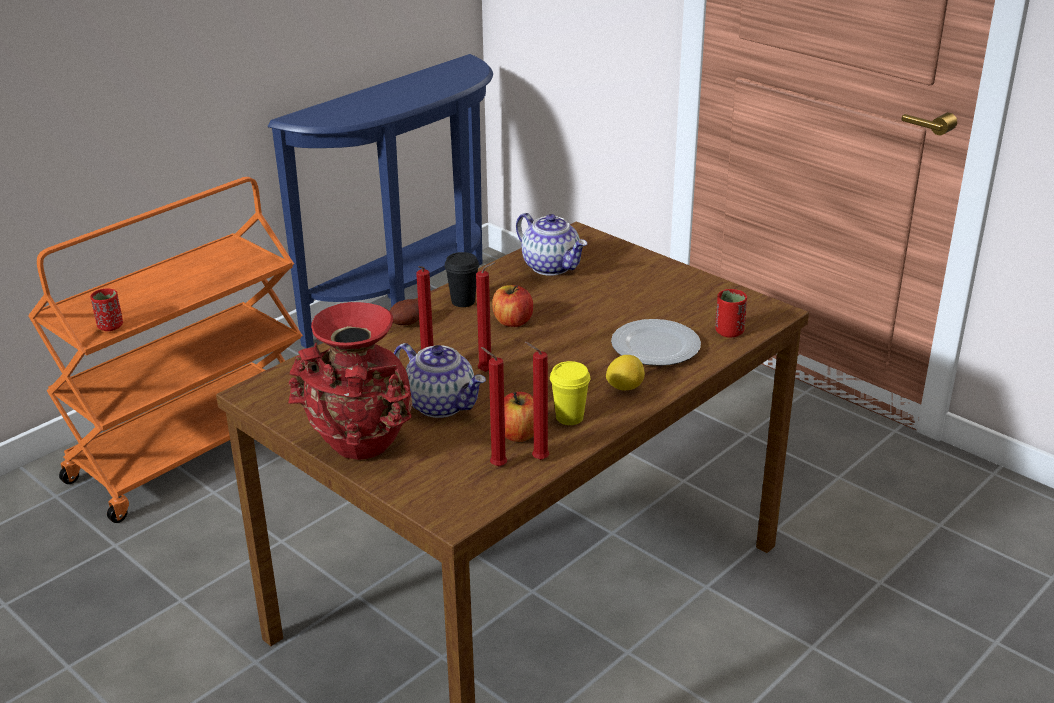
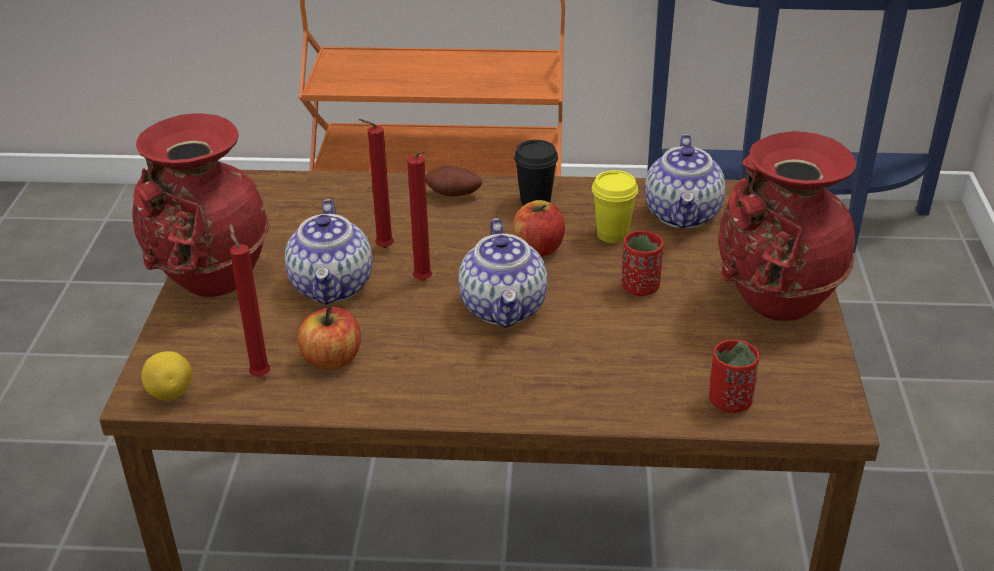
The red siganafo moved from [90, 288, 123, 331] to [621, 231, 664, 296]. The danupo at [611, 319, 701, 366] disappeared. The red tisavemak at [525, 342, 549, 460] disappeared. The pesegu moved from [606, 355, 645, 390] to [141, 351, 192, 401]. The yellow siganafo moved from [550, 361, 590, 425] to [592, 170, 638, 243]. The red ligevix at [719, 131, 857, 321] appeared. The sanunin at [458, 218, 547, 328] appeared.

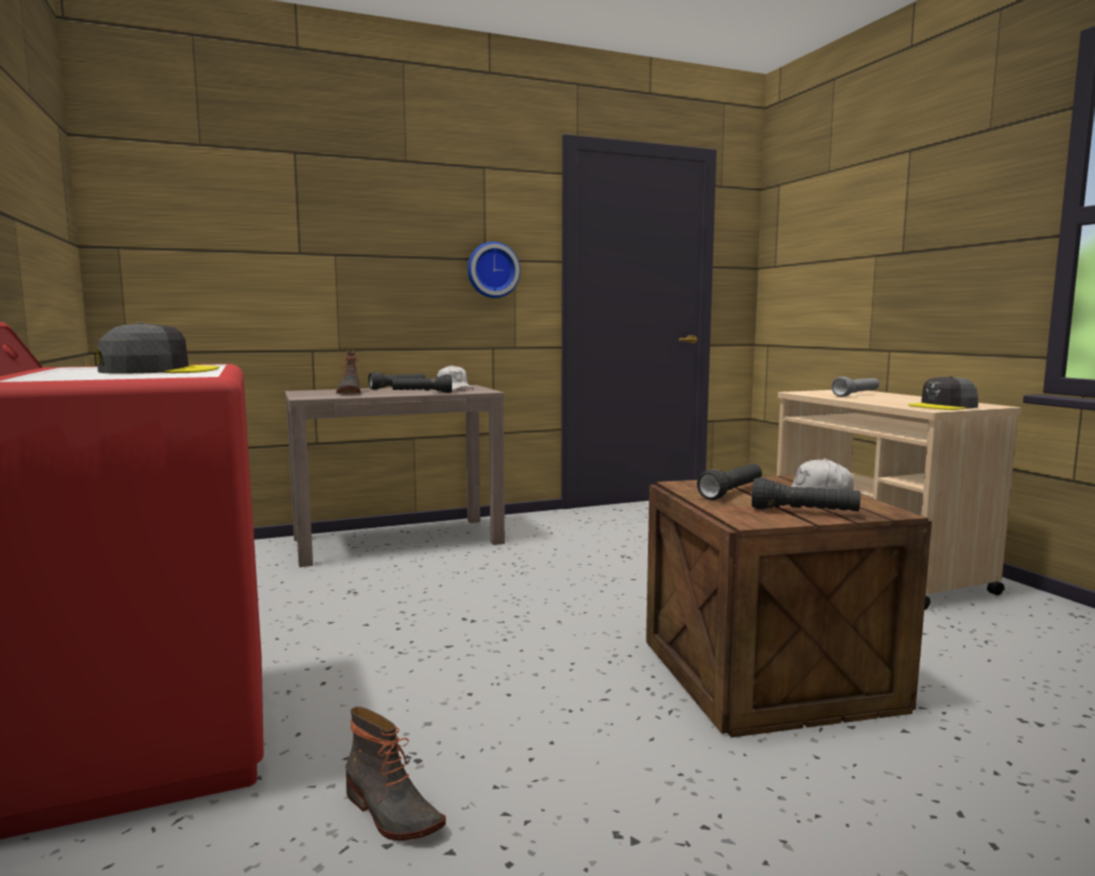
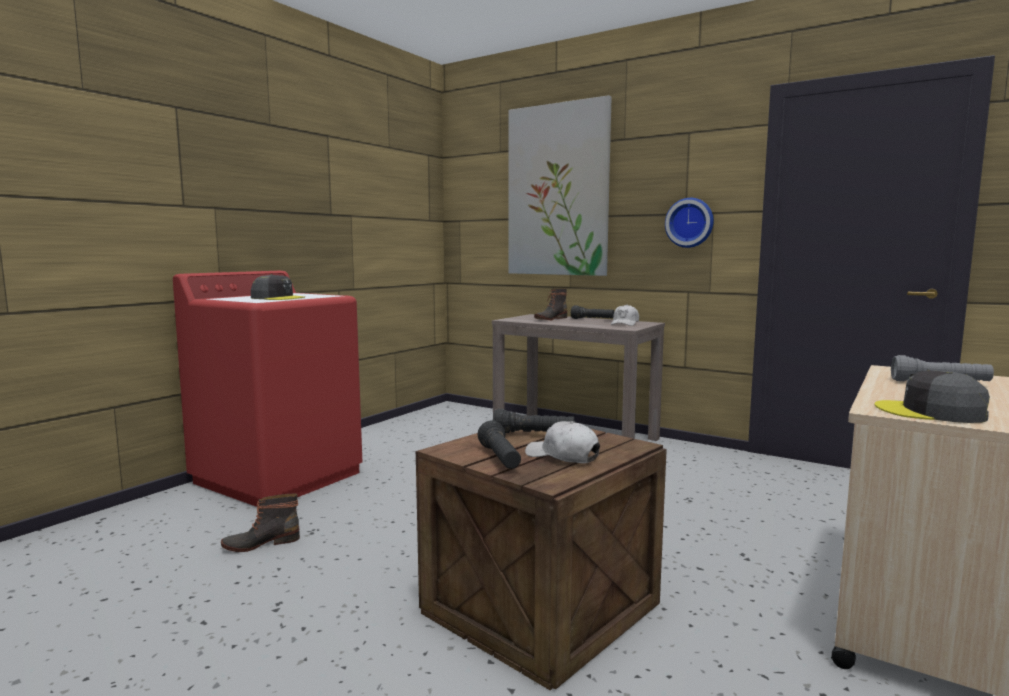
The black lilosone at [392, 374, 452, 393] disappeared. The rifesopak at [345, 706, 446, 841] turned 60 degrees clockwise. The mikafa at [508, 95, 612, 276] appeared.

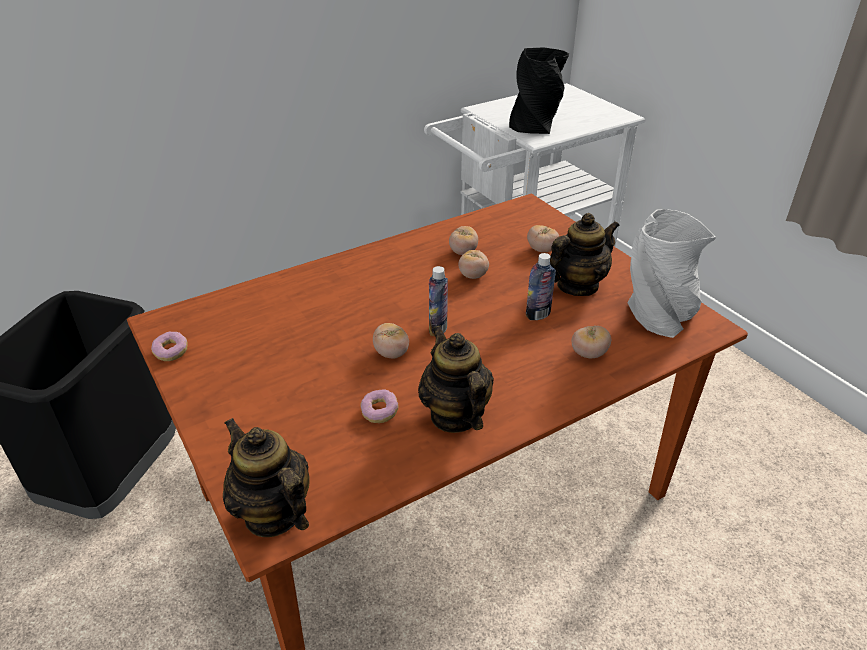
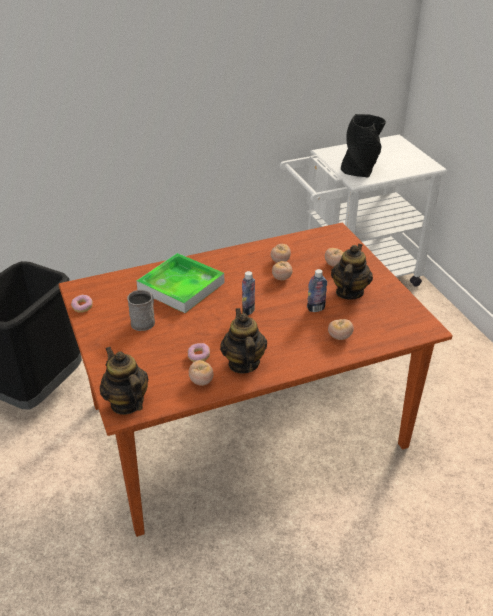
The grey ligevix at [628, 209, 716, 338] disappeared. The sanunin at [550, 213, 620, 296] turned 45 degrees counterclockwise. The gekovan moved from [373, 323, 409, 358] to [189, 360, 213, 386]. The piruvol at [136, 253, 224, 313] appeared. The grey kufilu at [127, 290, 155, 331] appeared.

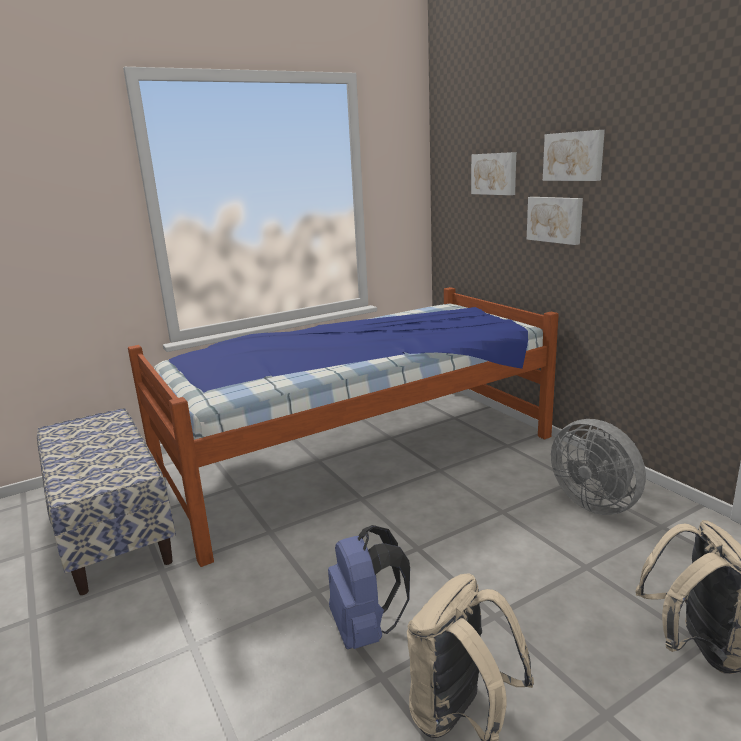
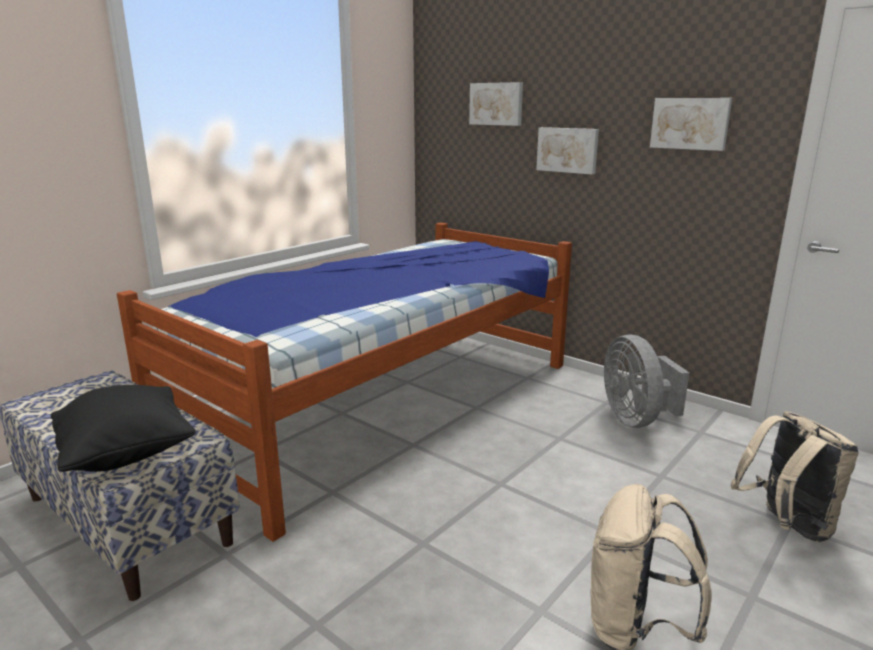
The mikafa moved from [543, 130, 605, 181] to [650, 98, 732, 151]. The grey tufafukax at [551, 419, 646, 515] turned 45 degrees clockwise. The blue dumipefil at [328, 525, 410, 649] disappeared. The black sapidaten at [51, 385, 196, 472] appeared.

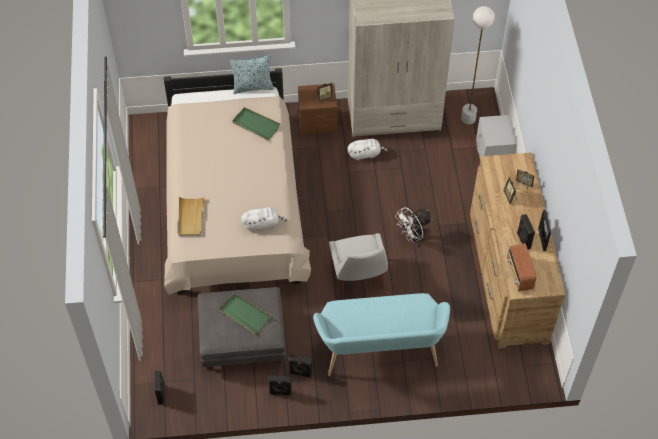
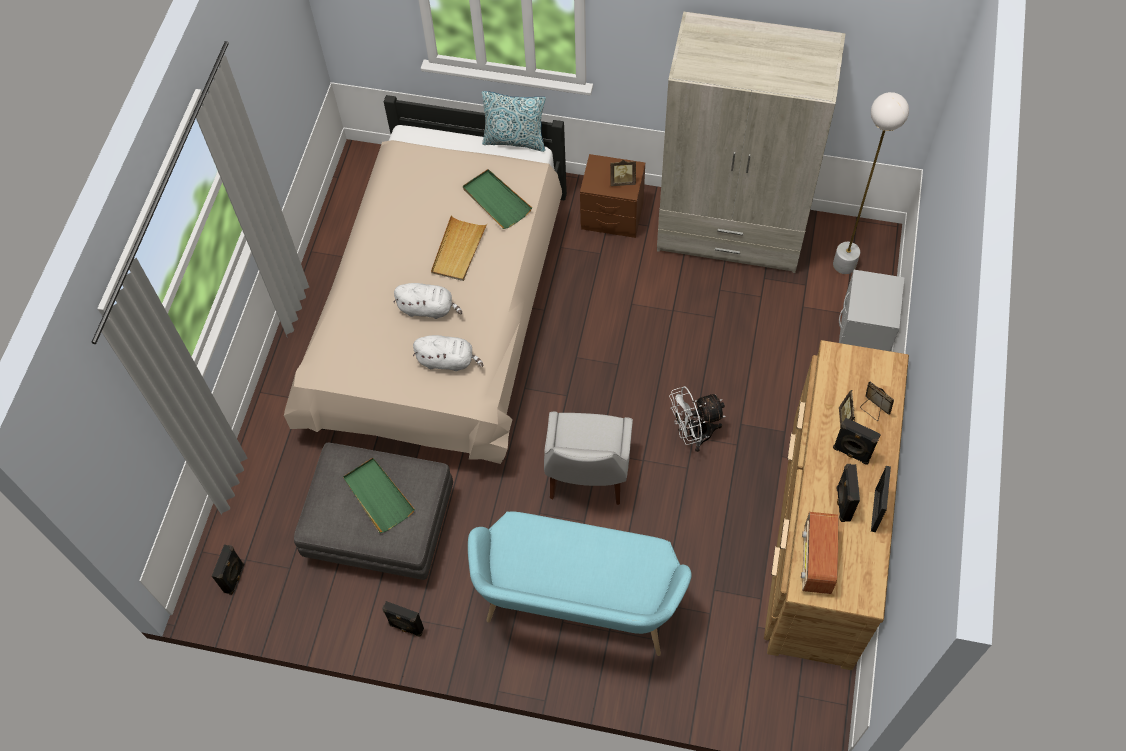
The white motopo moved from [347, 139, 388, 161] to [393, 283, 462, 319]. The beige piruvol moved from [178, 197, 204, 236] to [431, 215, 487, 281]. The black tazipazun moved from [289, 355, 312, 378] to [833, 417, 881, 465].

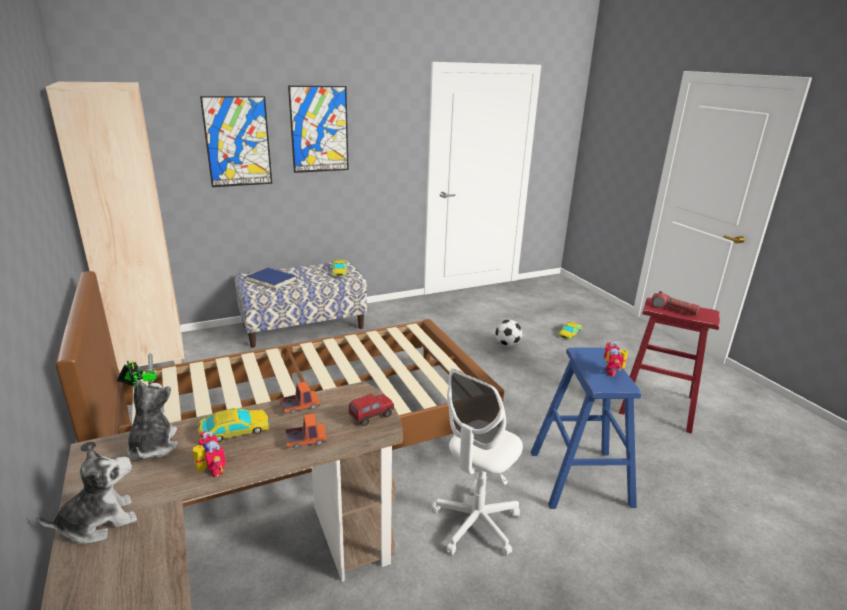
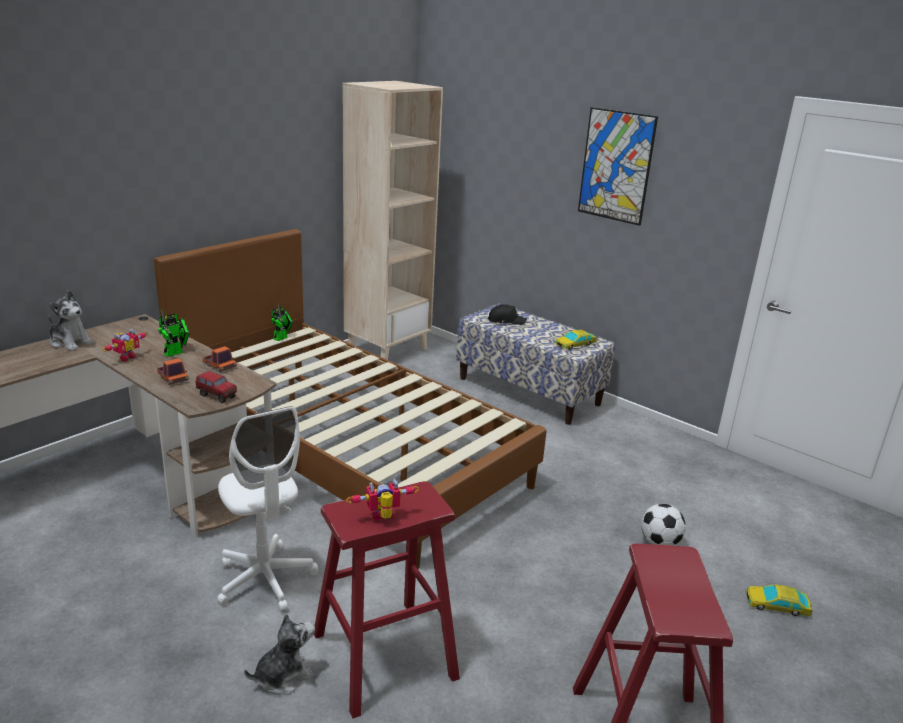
The mikafa at [200, 96, 272, 187] disappeared. The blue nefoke at [246, 268, 297, 290] was replaced by the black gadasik at [488, 304, 527, 325]. The lilosone at [651, 291, 700, 315] disappeared. The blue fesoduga at [531, 348, 641, 509] became the red fesoduga at [314, 481, 460, 718]. The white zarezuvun at [431, 369, 523, 556] turned 135 degrees counterclockwise. The motopo moved from [127, 380, 178, 459] to [244, 613, 315, 695]. The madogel at [198, 408, 269, 442] was replaced by the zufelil at [158, 310, 190, 357].

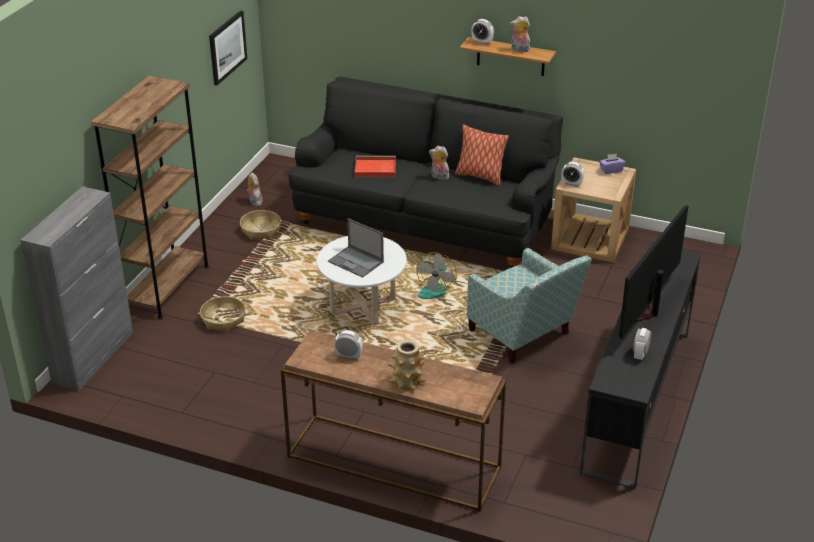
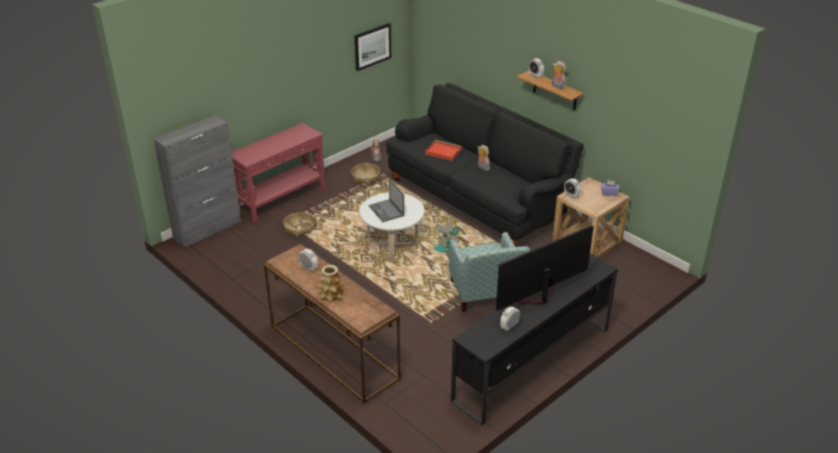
The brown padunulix at [91, 75, 209, 319] was replaced by the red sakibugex at [232, 123, 326, 222]. The sapidaten at [455, 125, 509, 186] disappeared.

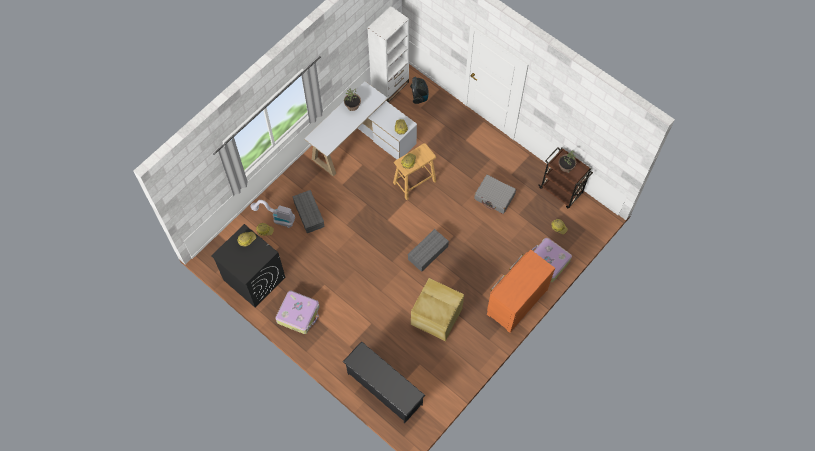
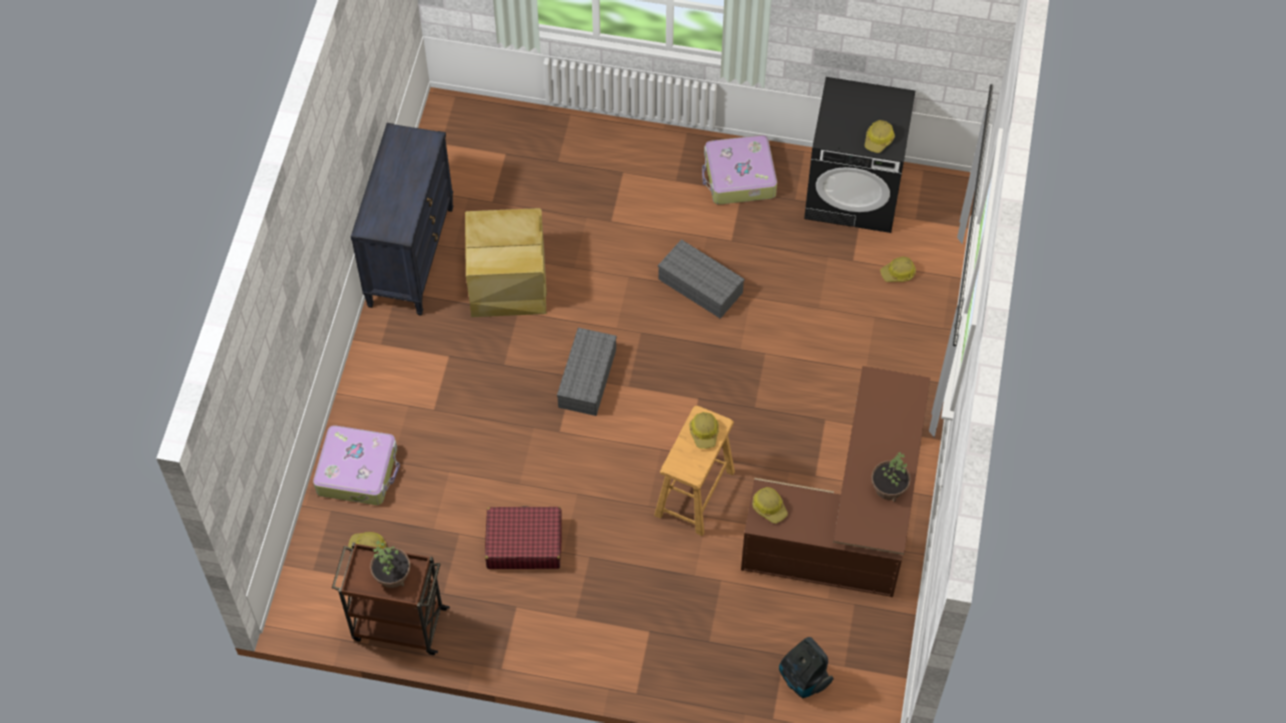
The white padunulix at [367, 6, 409, 102] disappeared. The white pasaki at [304, 81, 417, 177] became the brown pasaki at [741, 366, 930, 597]. The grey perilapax at [474, 175, 516, 214] became the red perilapax at [485, 506, 562, 569]. The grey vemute moved from [292, 190, 325, 233] to [658, 239, 745, 319]. The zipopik at [251, 200, 295, 228] disappeared. The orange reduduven at [487, 249, 555, 333] disappeared. The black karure at [343, 341, 425, 423] disappeared. The black reduduven at [351, 123, 454, 316] appeared.

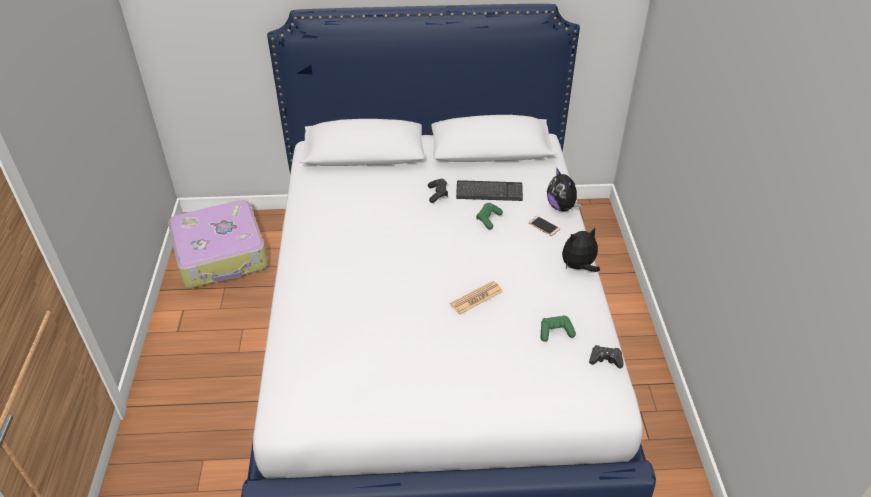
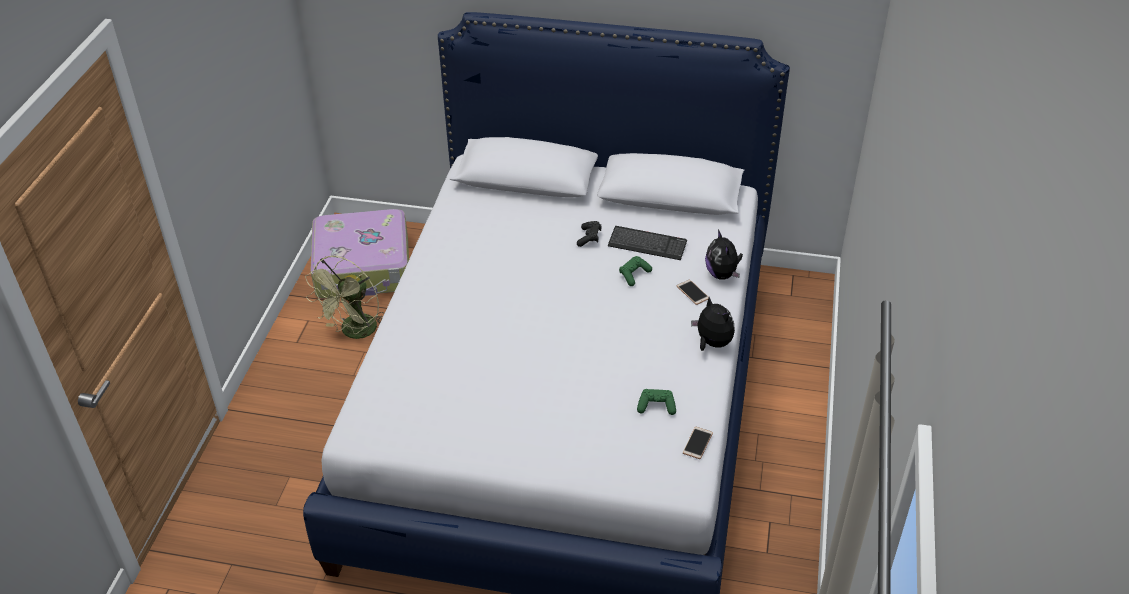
The motopo at [562, 228, 600, 272] turned 60 degrees clockwise. The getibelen at [450, 281, 503, 315] disappeared. The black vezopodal at [589, 345, 624, 368] was replaced by the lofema at [683, 427, 713, 459]. The green tufafukax at [305, 256, 385, 339] appeared.

